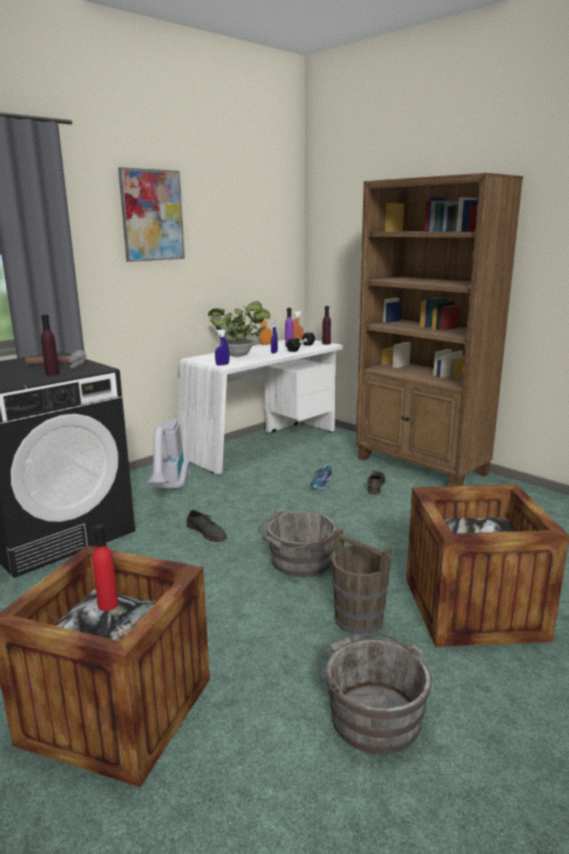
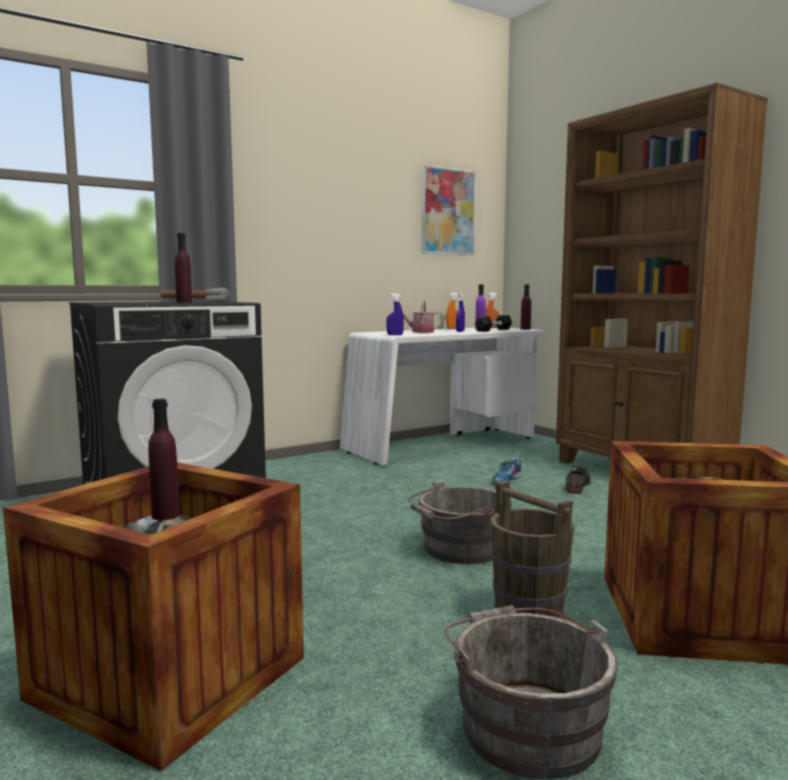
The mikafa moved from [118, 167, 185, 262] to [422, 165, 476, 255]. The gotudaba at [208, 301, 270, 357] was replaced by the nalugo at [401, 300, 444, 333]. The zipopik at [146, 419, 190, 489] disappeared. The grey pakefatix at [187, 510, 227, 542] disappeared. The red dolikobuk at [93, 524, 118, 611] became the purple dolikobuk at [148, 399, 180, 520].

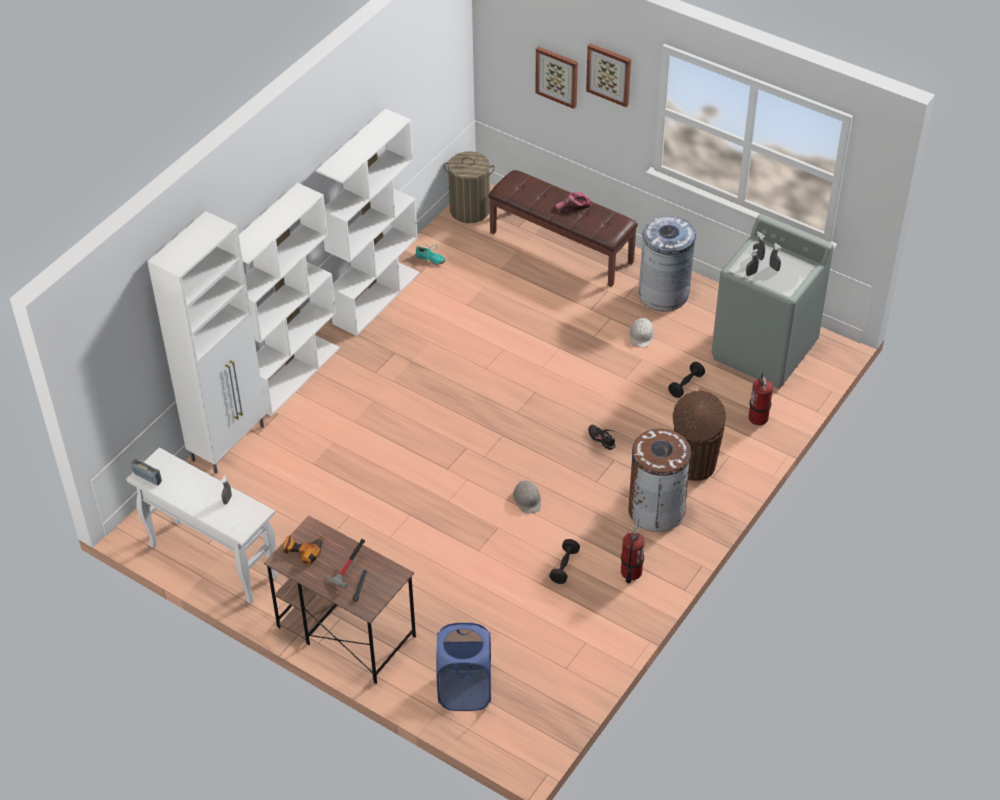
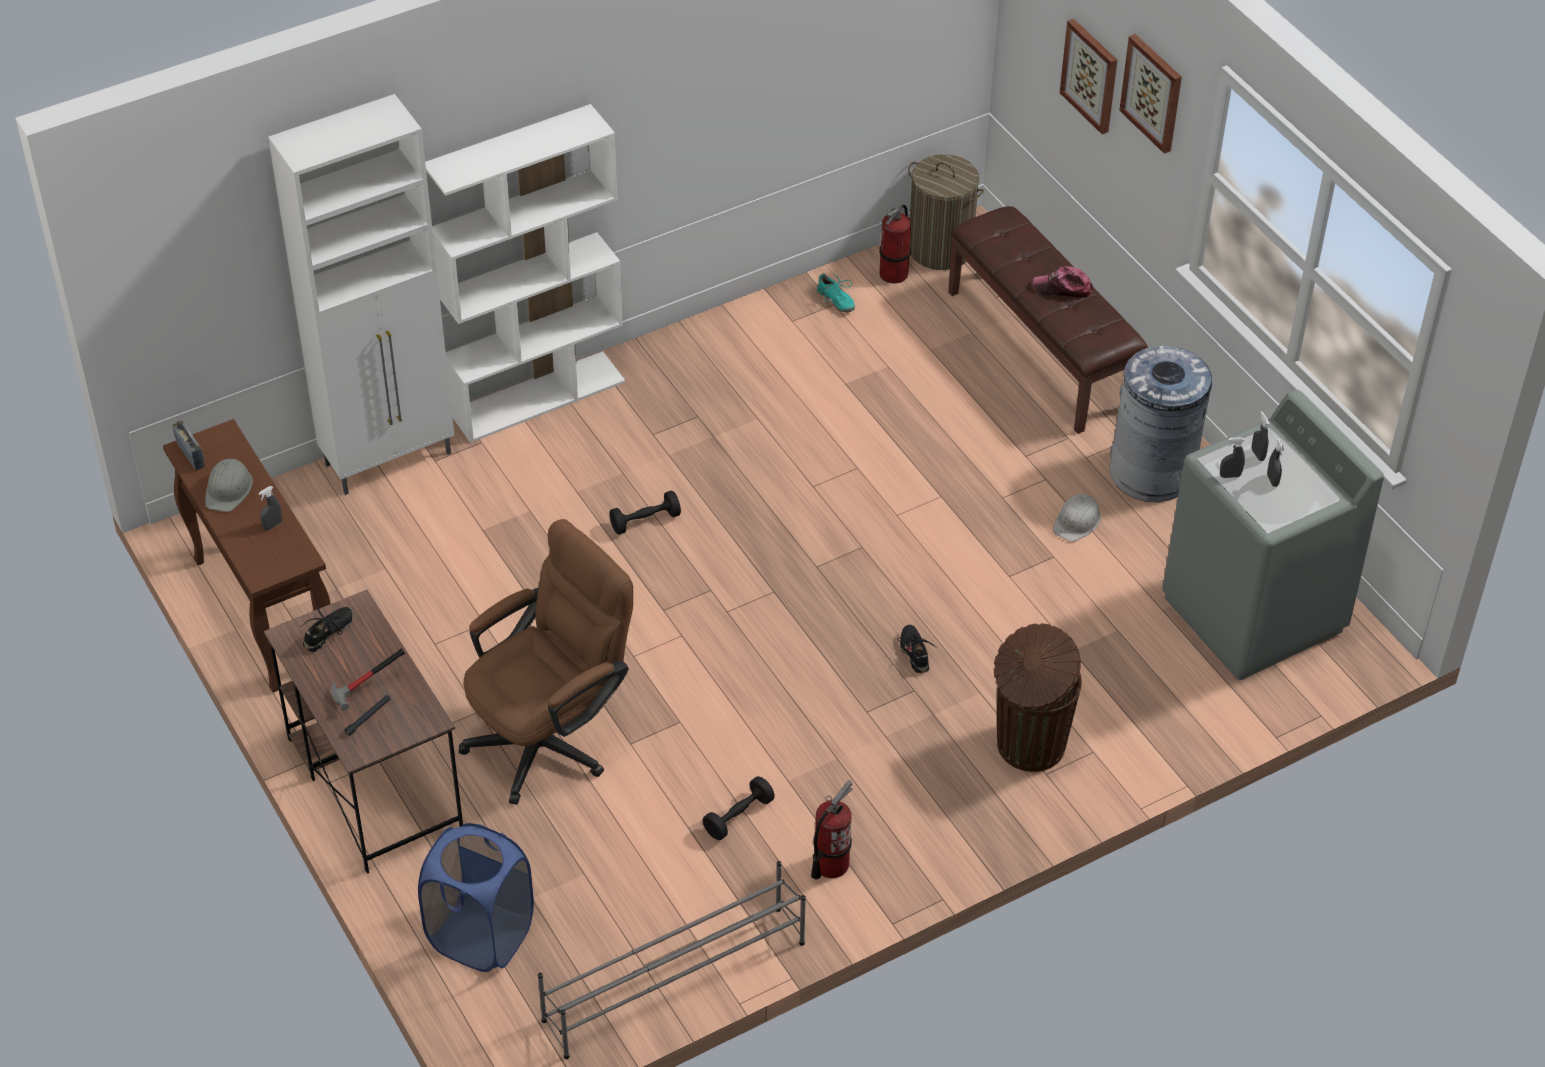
The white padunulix at [316, 108, 420, 336] disappeared. The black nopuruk moved from [668, 362, 705, 398] to [609, 490, 681, 535]. The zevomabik moved from [749, 373, 773, 425] to [879, 205, 911, 284]. The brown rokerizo at [628, 429, 694, 532] disappeared. The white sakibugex at [126, 447, 278, 604] became the brown sakibugex at [163, 419, 331, 692]. The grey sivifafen moved from [513, 480, 541, 514] to [205, 459, 253, 512]. The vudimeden at [283, 532, 327, 565] was replaced by the black pakefatix at [300, 605, 354, 652]. The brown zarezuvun at [459, 519, 633, 805] appeared. The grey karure at [538, 861, 806, 1059] appeared.

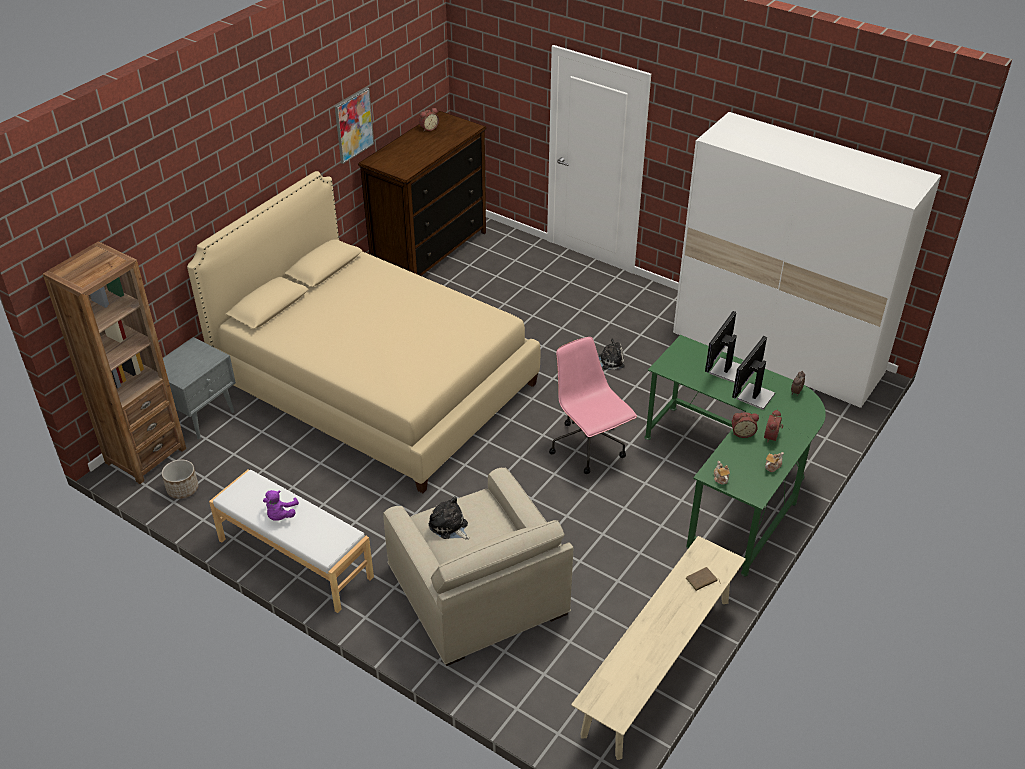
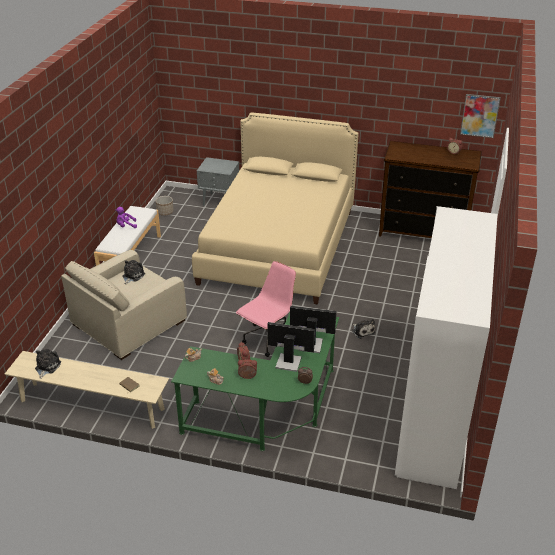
The mikafa moved from [335, 87, 374, 164] to [460, 94, 501, 138]. The brown padunulix at [43, 241, 186, 484] disappeared. The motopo at [35, 349, 61, 379] appeared.

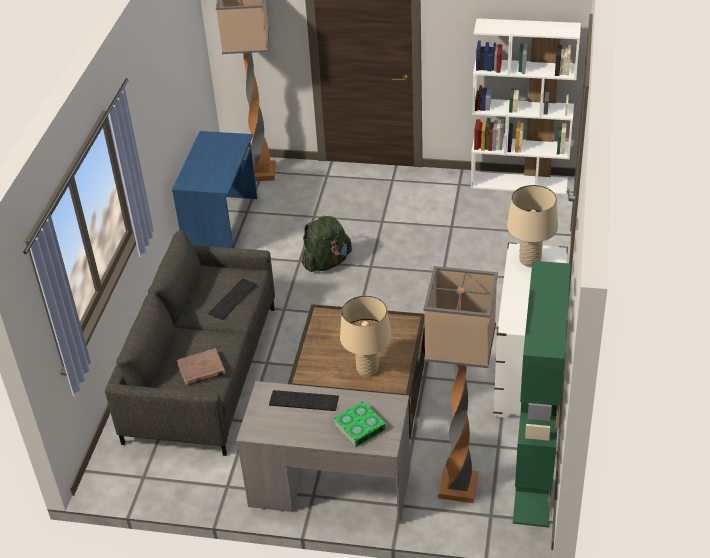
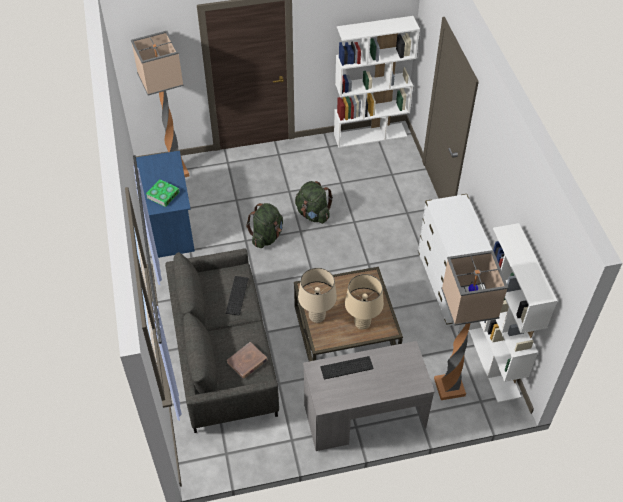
The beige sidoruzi moved from [507, 185, 558, 267] to [298, 268, 337, 323]. The green padunulix at [513, 261, 570, 528] became the white padunulix at [469, 223, 557, 403]. The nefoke moved from [333, 401, 386, 447] to [146, 179, 180, 207]. The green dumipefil at [295, 181, 333, 224] appeared.

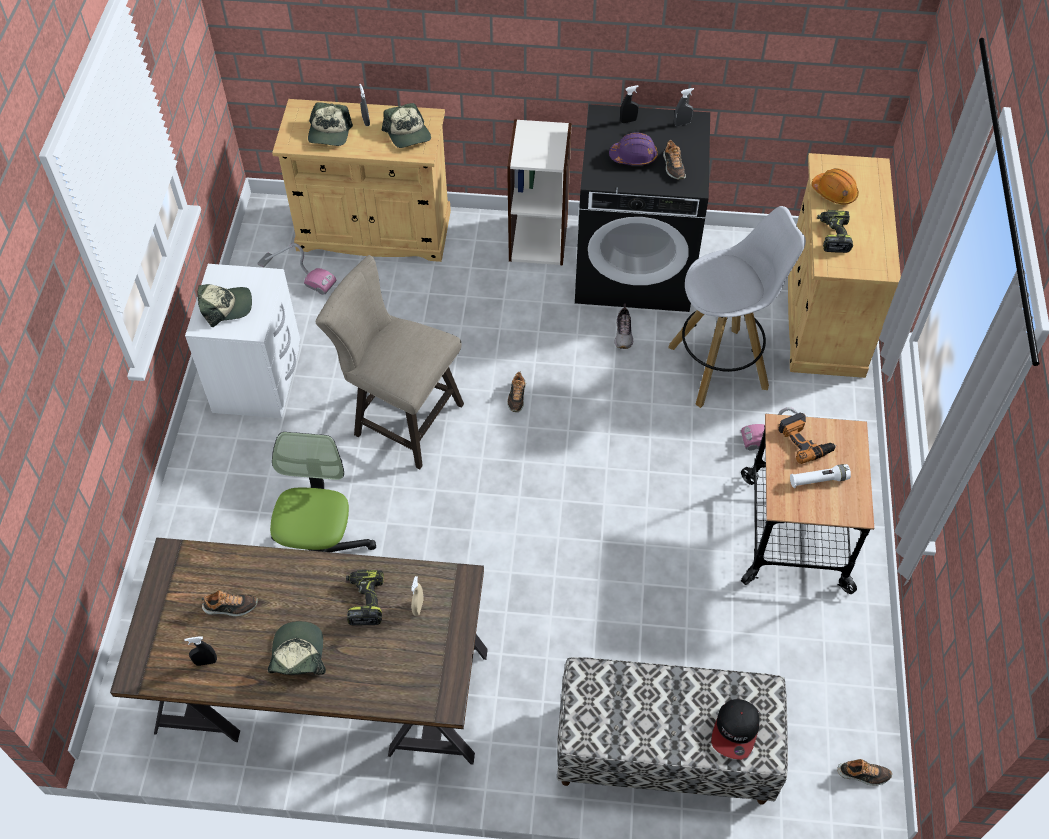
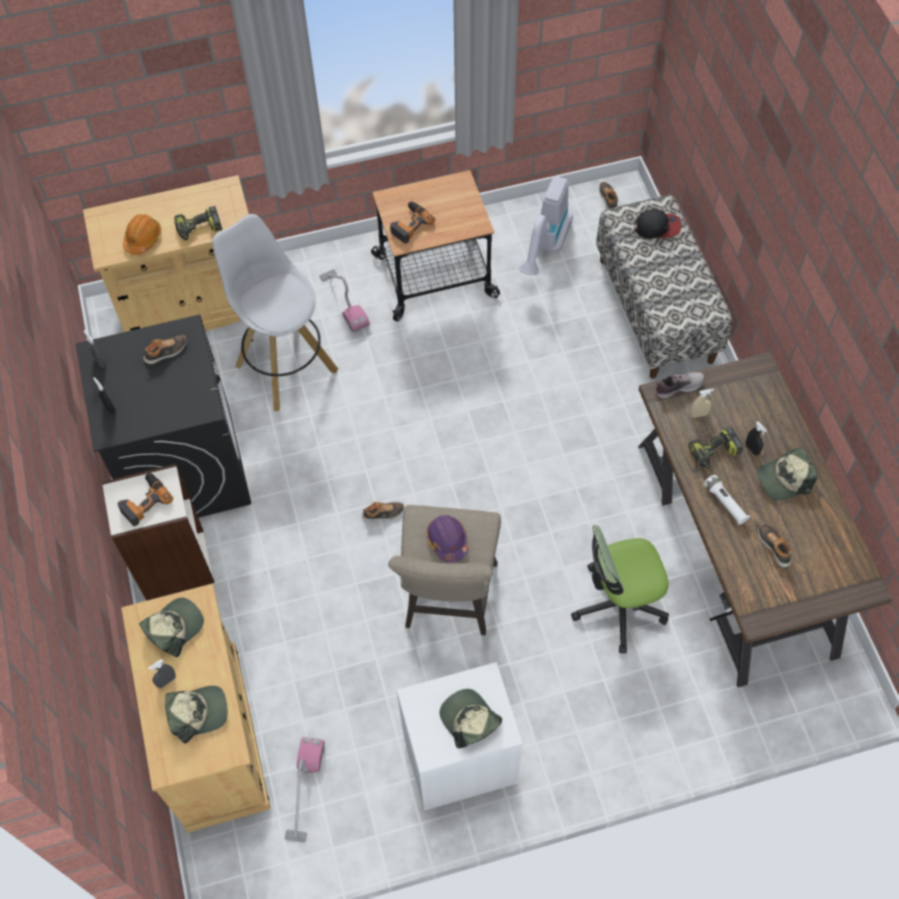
The purple sivifafen moved from [609, 132, 658, 165] to [426, 515, 468, 563]. The pakefatix moved from [615, 304, 633, 349] to [655, 372, 705, 398]. The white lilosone moved from [790, 464, 851, 488] to [704, 475, 750, 525]. The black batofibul moved from [184, 636, 217, 666] to [746, 421, 767, 455]. The zipopik at [519, 176, 573, 275] appeared. The vudimeden at [117, 473, 173, 526] appeared.

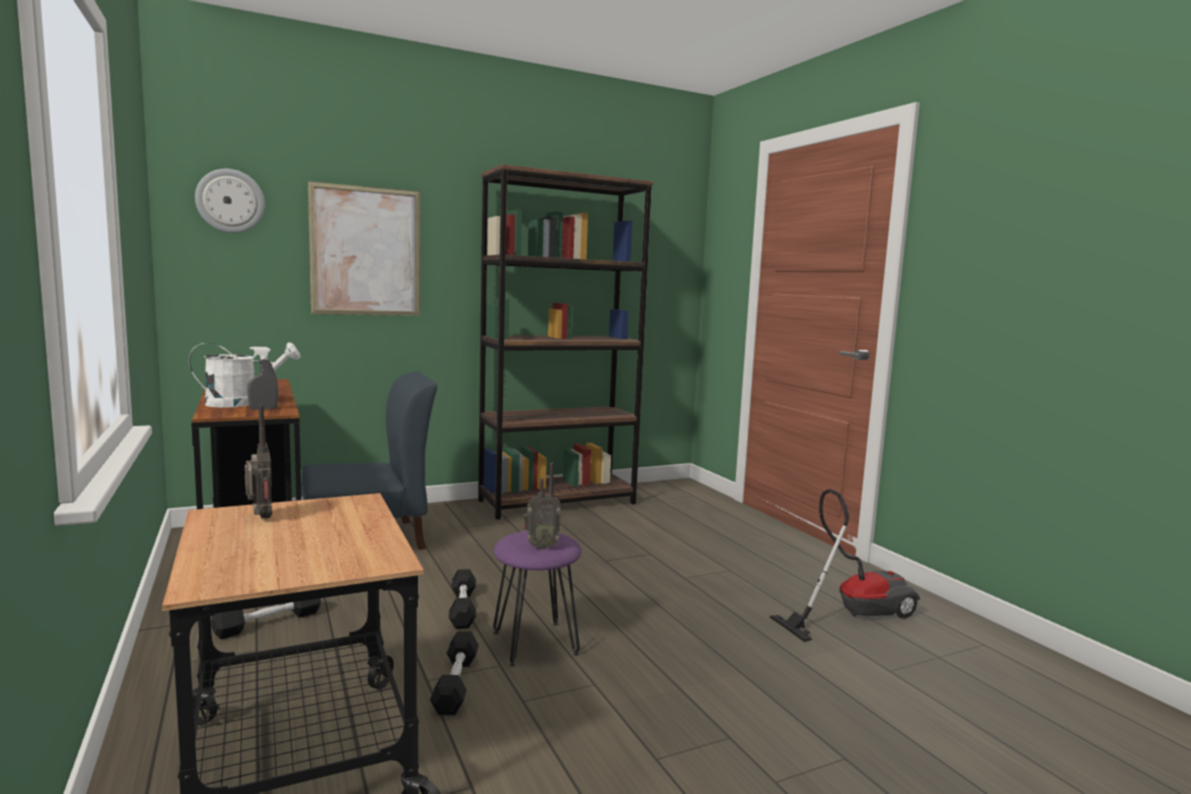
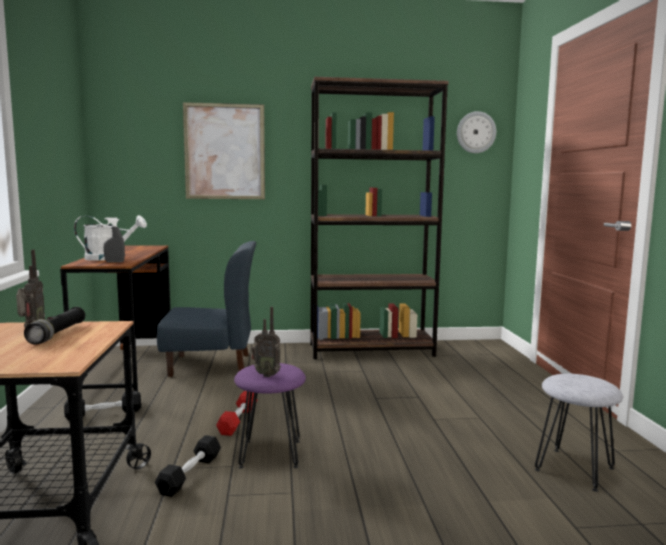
The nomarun moved from [195, 169, 265, 233] to [457, 111, 496, 153]. The zipopik at [770, 489, 920, 642] was replaced by the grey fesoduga at [535, 374, 623, 492]. The black nopuruk at [449, 569, 476, 629] became the red nopuruk at [216, 391, 258, 436]. The black lilosone at [24, 307, 85, 345] appeared.

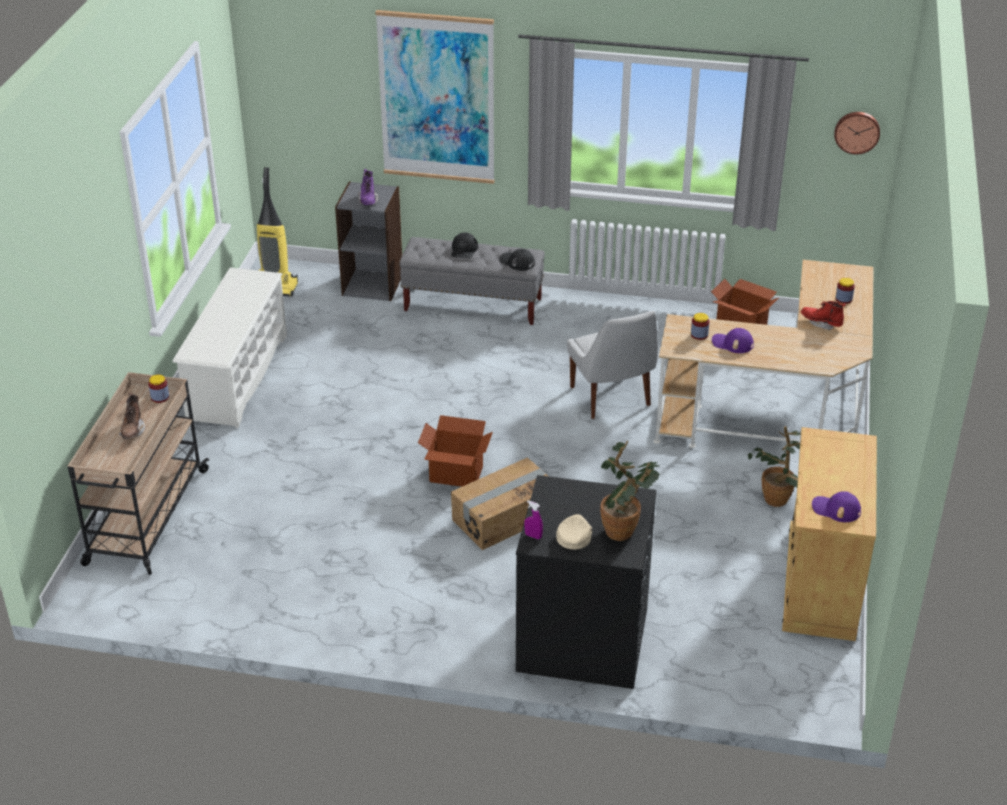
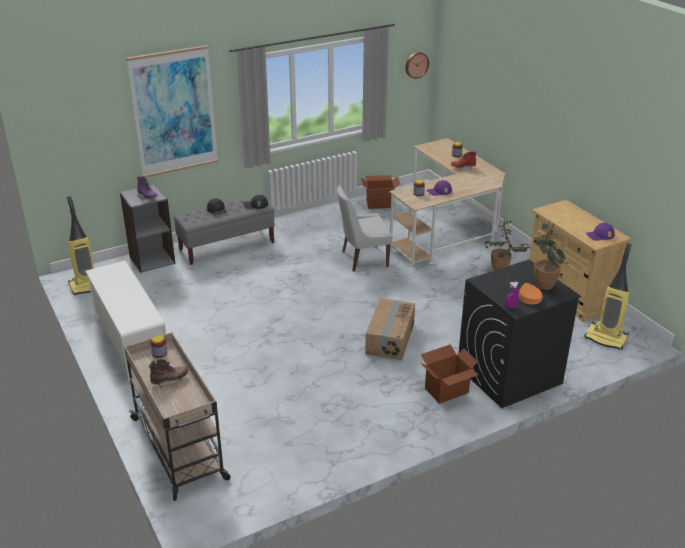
The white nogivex at [567, 311, 658, 419] turned 135 degrees clockwise. The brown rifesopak at [119, 392, 145, 440] turned 75 degrees counterclockwise. The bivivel moved from [418, 415, 493, 487] to [420, 344, 479, 404]. The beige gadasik at [556, 514, 592, 549] became the orange gadasik at [518, 283, 543, 304]. The zipopik at [584, 243, 632, 350] appeared.

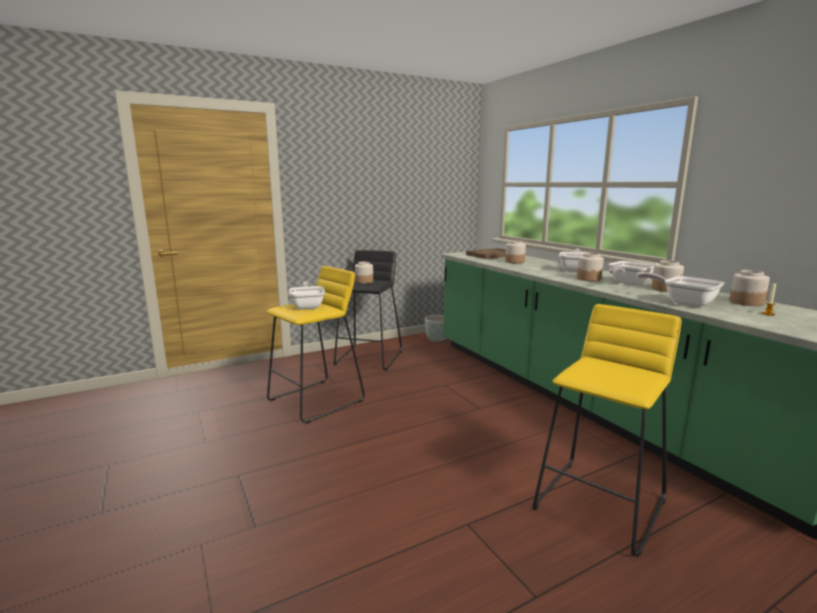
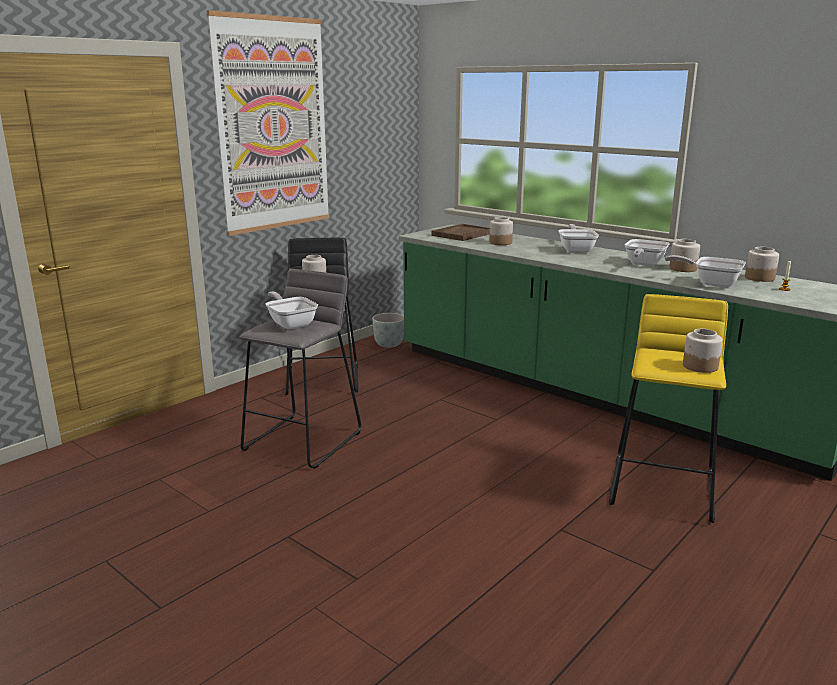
The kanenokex moved from [577, 253, 604, 281] to [683, 329, 723, 373]. The yellow fesoduga at [267, 266, 365, 423] became the grey fesoduga at [240, 269, 361, 469]. The mikafa at [207, 10, 330, 236] appeared.

